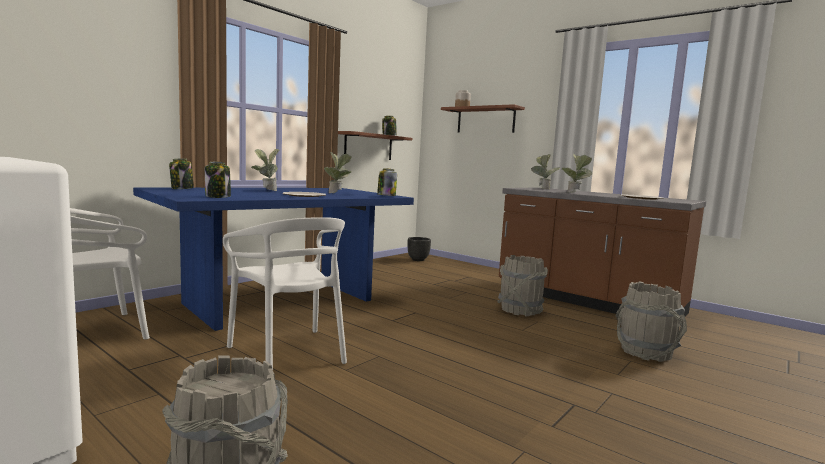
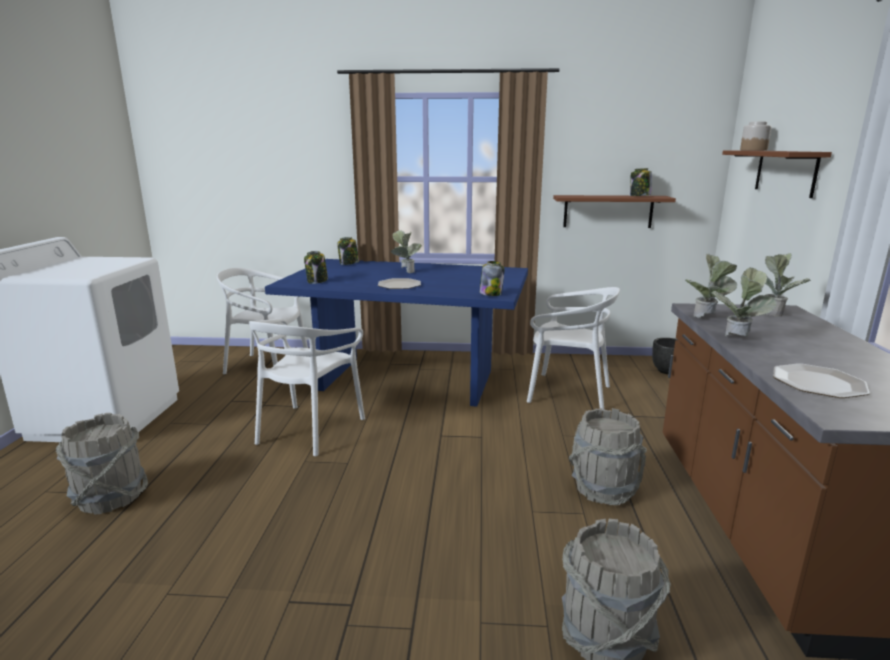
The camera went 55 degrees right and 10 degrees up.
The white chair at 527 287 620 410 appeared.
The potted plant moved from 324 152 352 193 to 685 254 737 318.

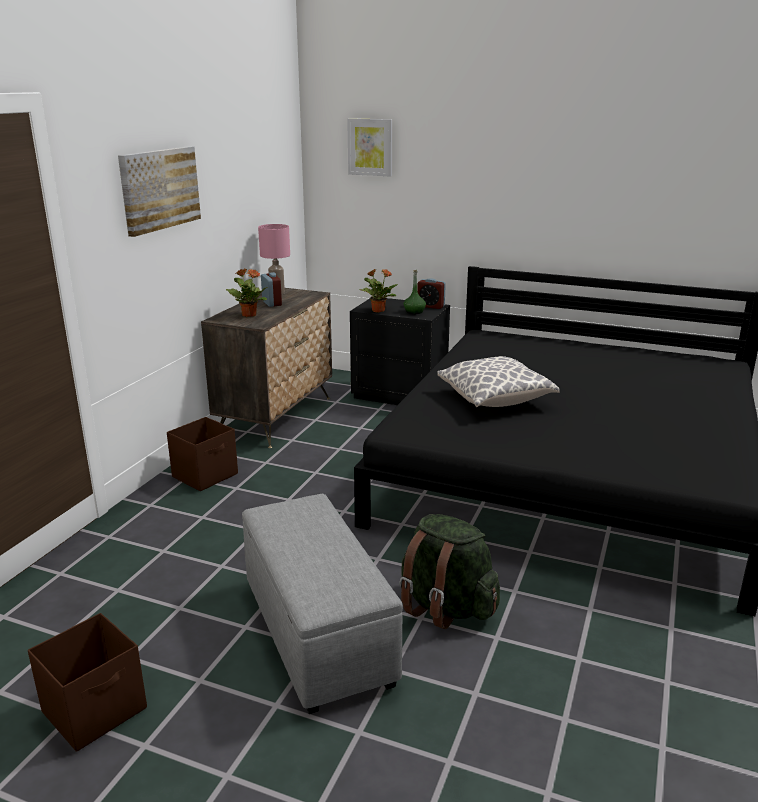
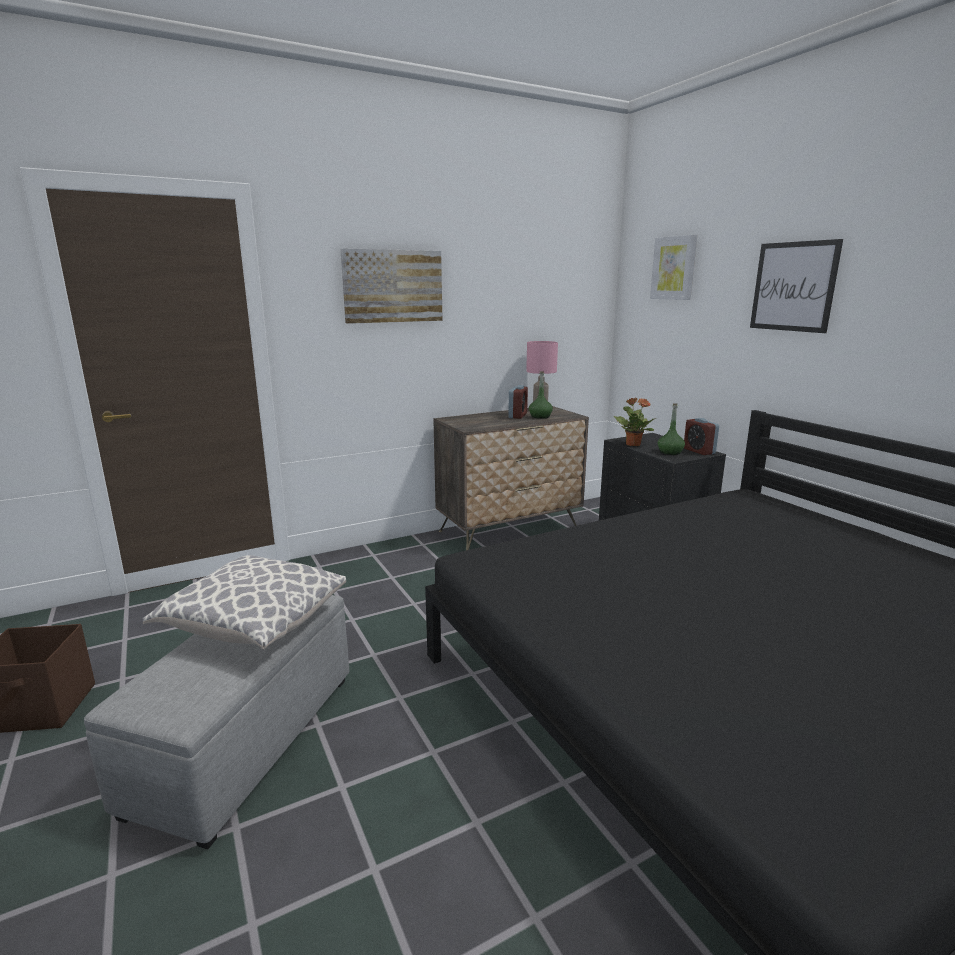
The camera went 40 degrees right and 5 degrees down.
The pillow moved from 437 356 560 407 to 143 555 346 649.
The green bottle at 529 371 553 419 appeared.
The picture at 750 239 843 333 appeared.
The brown storage box at 167 417 238 491 disappeared.
The potted plant at 226 268 267 317 disappeared.
The green backpack at 399 514 500 629 disappeared.

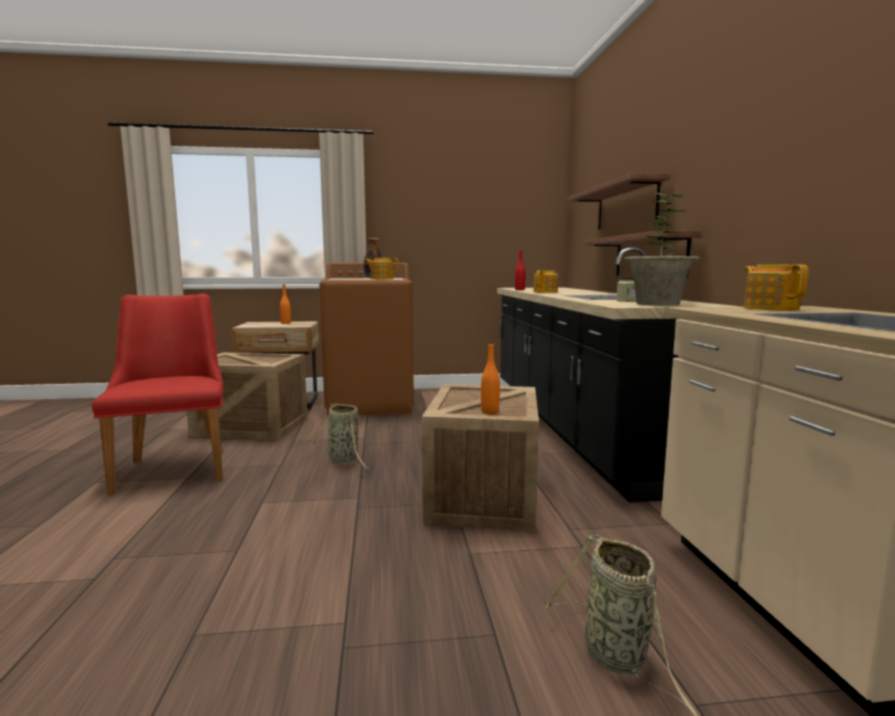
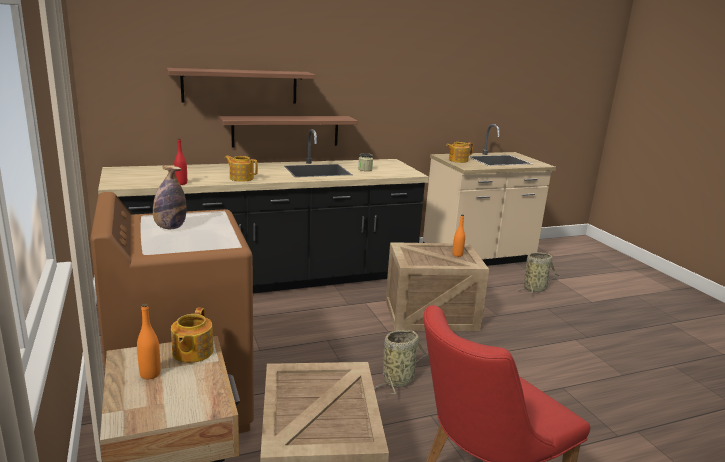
The camera went 105 degrees left and 10 degrees up.
The teapot moved from 364 258 398 279 to 171 307 214 363.
The potted plant at 624 193 700 306 disappeared.

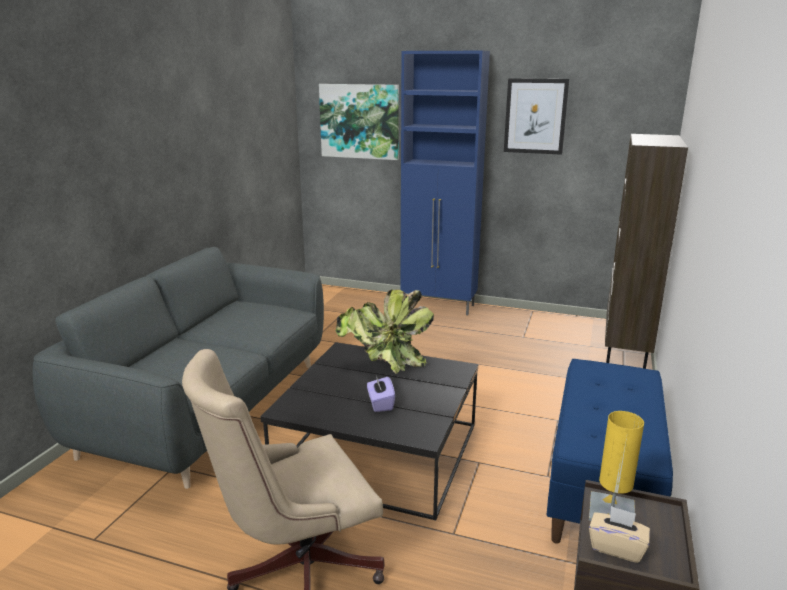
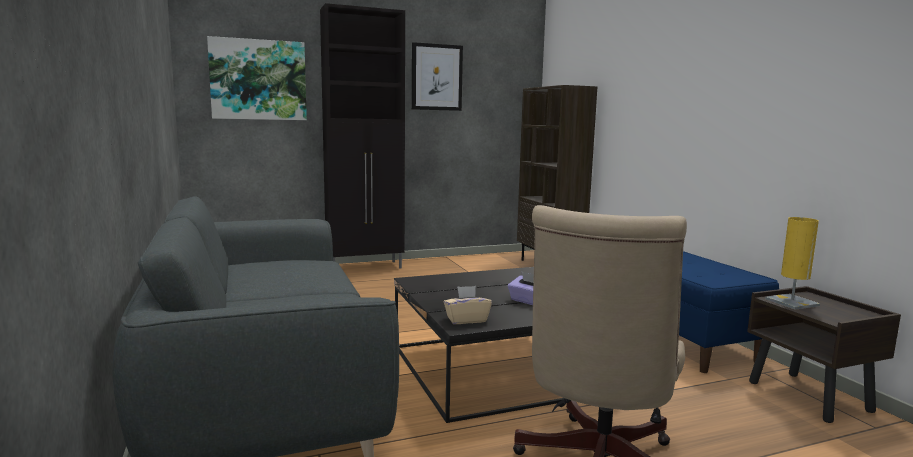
The camera went 40 degrees left and 10 degrees down.
The blue cabinet at 400 51 490 315 became the black cabinet at 320 3 405 269.
The beige tissue box moved from 589 506 650 563 to 444 286 492 324.
The potted plant at 336 289 434 374 disappeared.

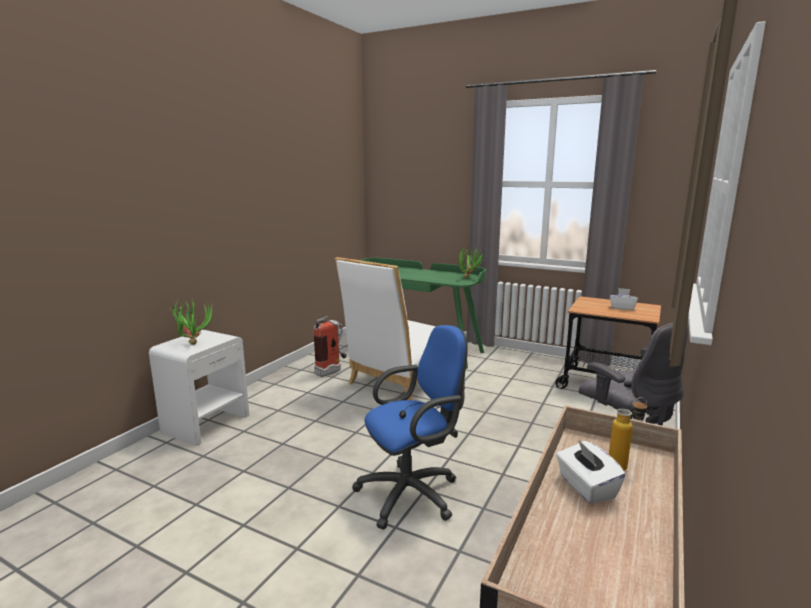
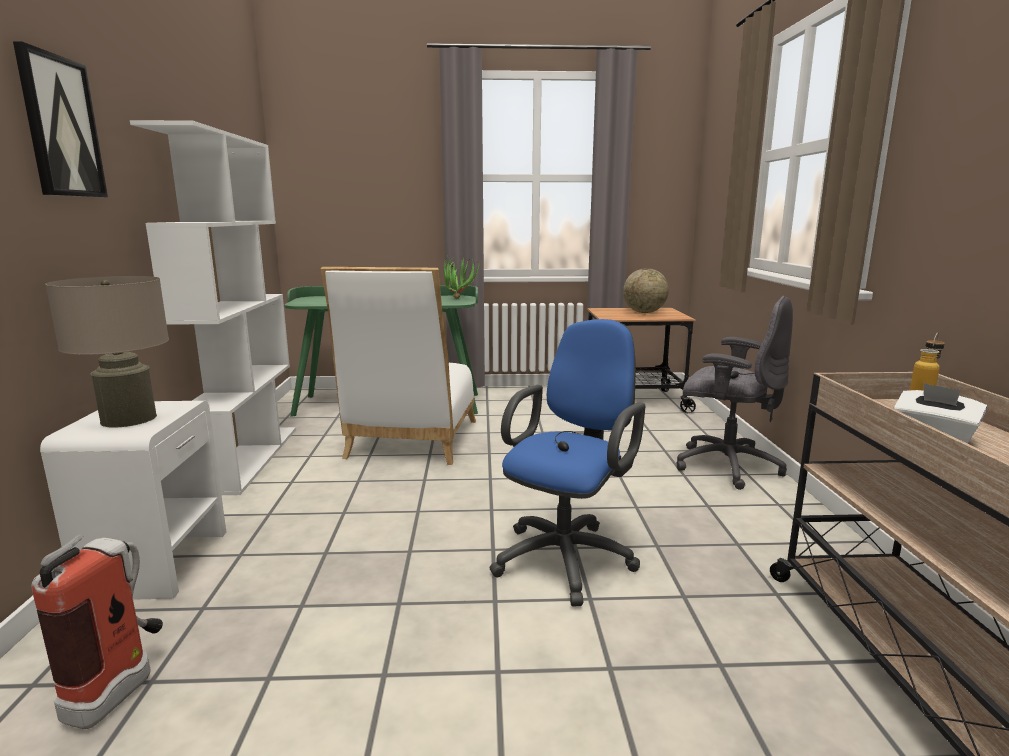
The camera went 30 degrees left and 0 degrees up.
The picture at 13 41 108 197 appeared.
The fire extinguisher moved from 314 316 347 377 to 32 534 163 729.
The potted plant at 171 301 214 345 was replaced by the beige table lamp at 45 276 169 428.
The white bookcase at 130 120 296 495 appeared.
The white tissue box at 610 288 638 310 was replaced by the globe at 623 268 669 313.

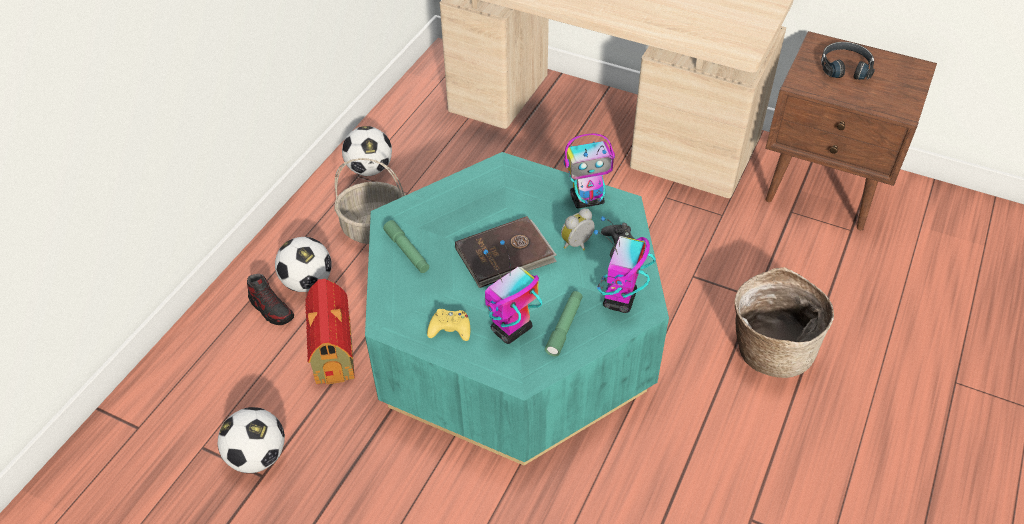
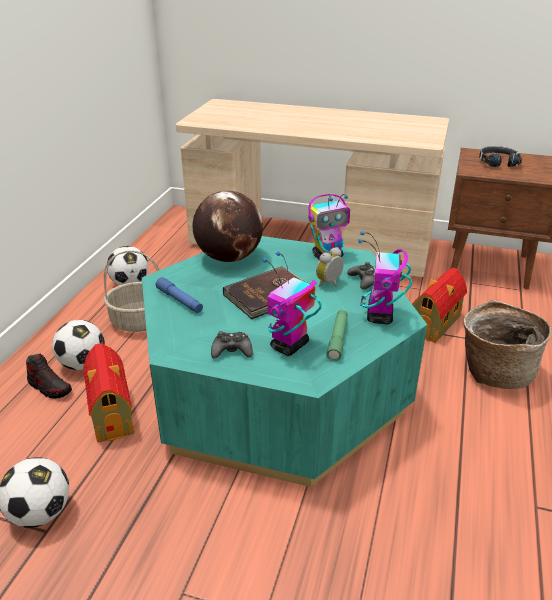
The camera went 10 degrees left and 15 degrees down.
The green flashlight at 383 220 429 273 became the blue flashlight at 156 277 203 313.
The globe at 193 191 263 262 appeared.
The yellow game controller at 427 309 470 341 became the black game controller at 211 331 253 359.
The toy house at 412 268 467 343 appeared.

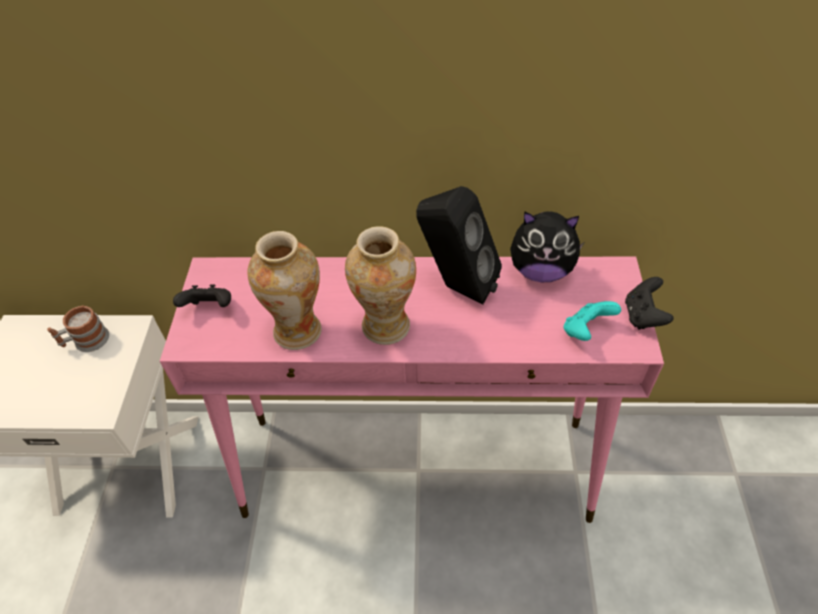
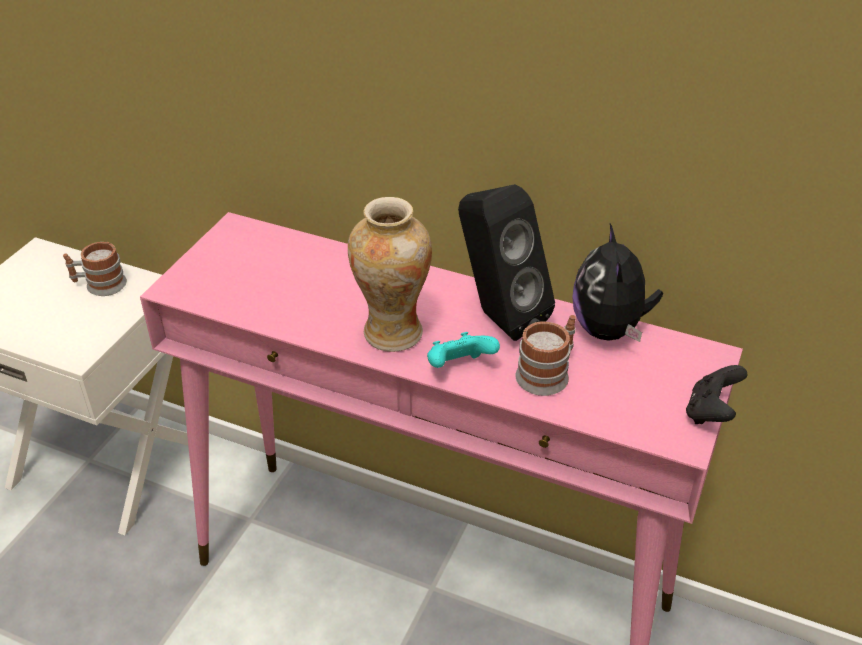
The camera went 20 degrees right and 10 degrees down.
The turquoise game controller moved from 564 301 621 341 to 427 332 500 368.
The mug at 516 315 576 396 appeared.
The plush toy at 510 211 584 282 turned 60 degrees clockwise.
The black game controller at 173 285 231 307 disappeared.
The vase at 247 231 322 350 disappeared.

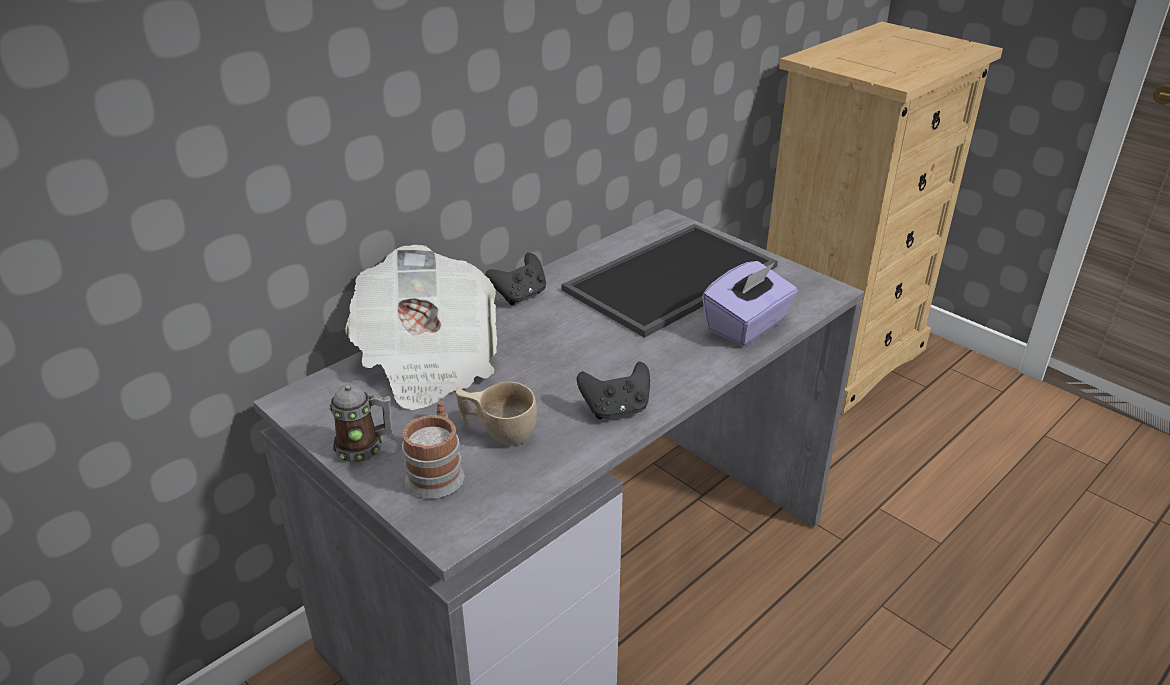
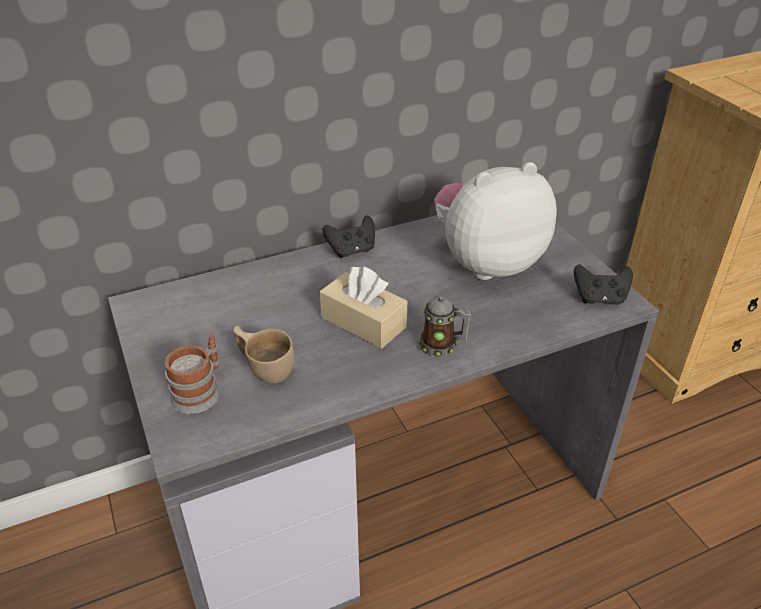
The camera went 20 degrees right and 5 degrees up.
The beige tissue box at 320 266 407 349 appeared.
The mug moved from 329 385 393 463 to 418 296 472 357.
The tray at 562 224 778 338 was replaced by the plush toy at 434 162 557 280.
The black game controller moved from 577 362 650 419 to 574 264 633 305.
The newspaper at 345 245 497 410 disappeared.
The purple tissue box at 702 261 798 346 disappeared.

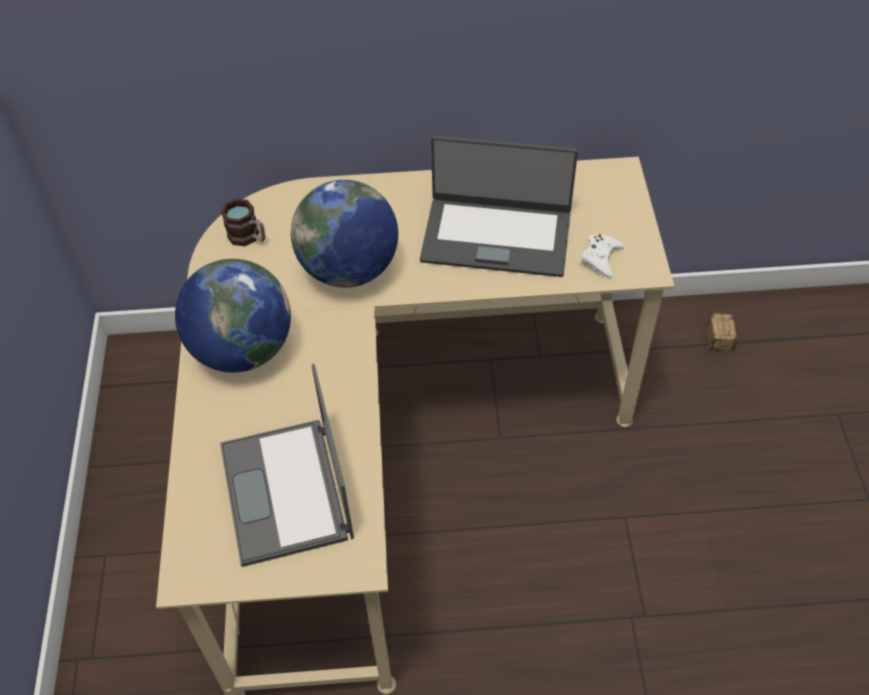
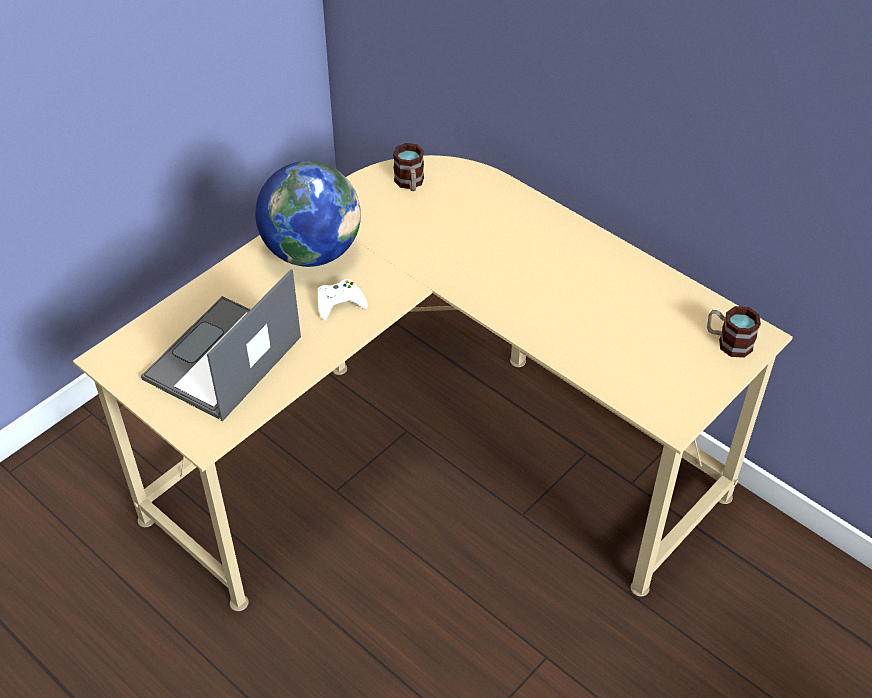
The camera went 45 degrees right and 5 degrees down.
The white game controller moved from 581 234 624 278 to 317 279 368 321.
The mug at 707 306 761 358 appeared.
The globe at 291 180 398 288 disappeared.
The laptop at 420 135 578 277 disappeared.
The storage box at 707 313 752 352 disappeared.

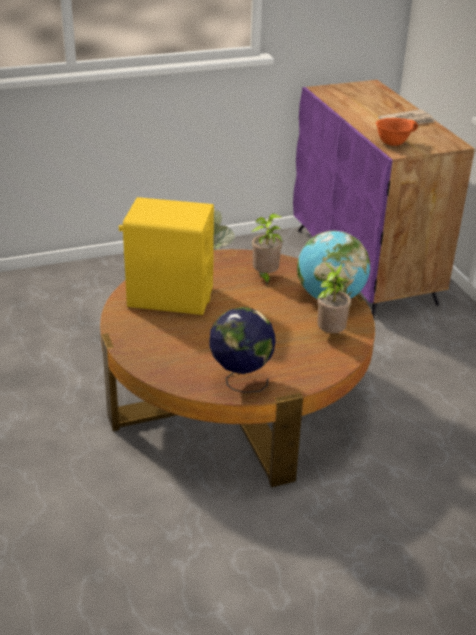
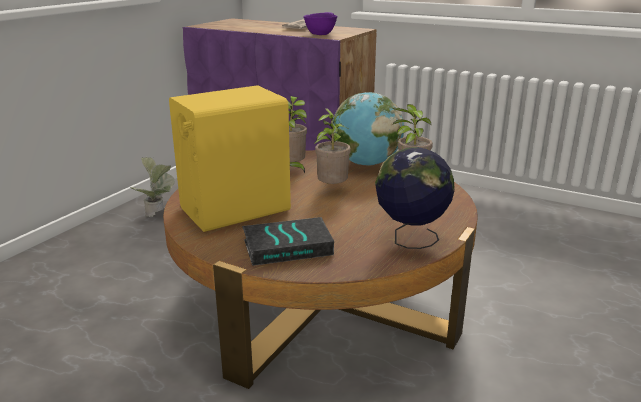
The camera went 40 degrees left and 10 degrees down.
The book at 242 217 334 266 appeared.
The orange bowl at 376 118 418 146 became the purple bowl at 303 12 337 35.
The potted plant at 314 108 351 184 appeared.

